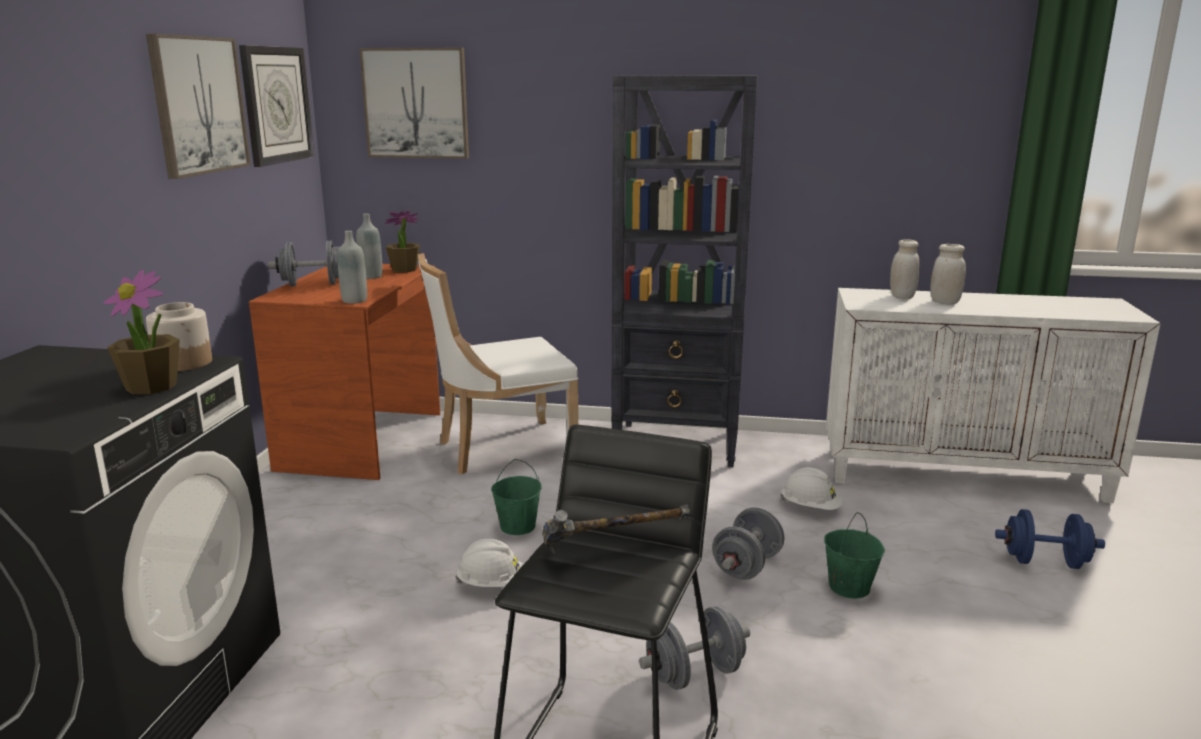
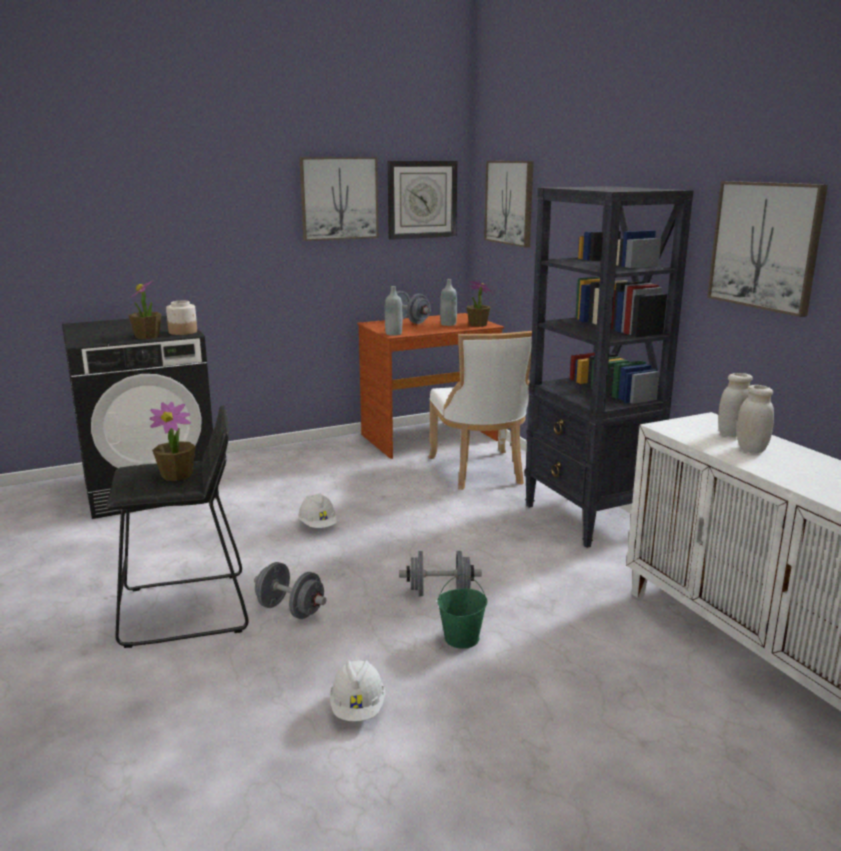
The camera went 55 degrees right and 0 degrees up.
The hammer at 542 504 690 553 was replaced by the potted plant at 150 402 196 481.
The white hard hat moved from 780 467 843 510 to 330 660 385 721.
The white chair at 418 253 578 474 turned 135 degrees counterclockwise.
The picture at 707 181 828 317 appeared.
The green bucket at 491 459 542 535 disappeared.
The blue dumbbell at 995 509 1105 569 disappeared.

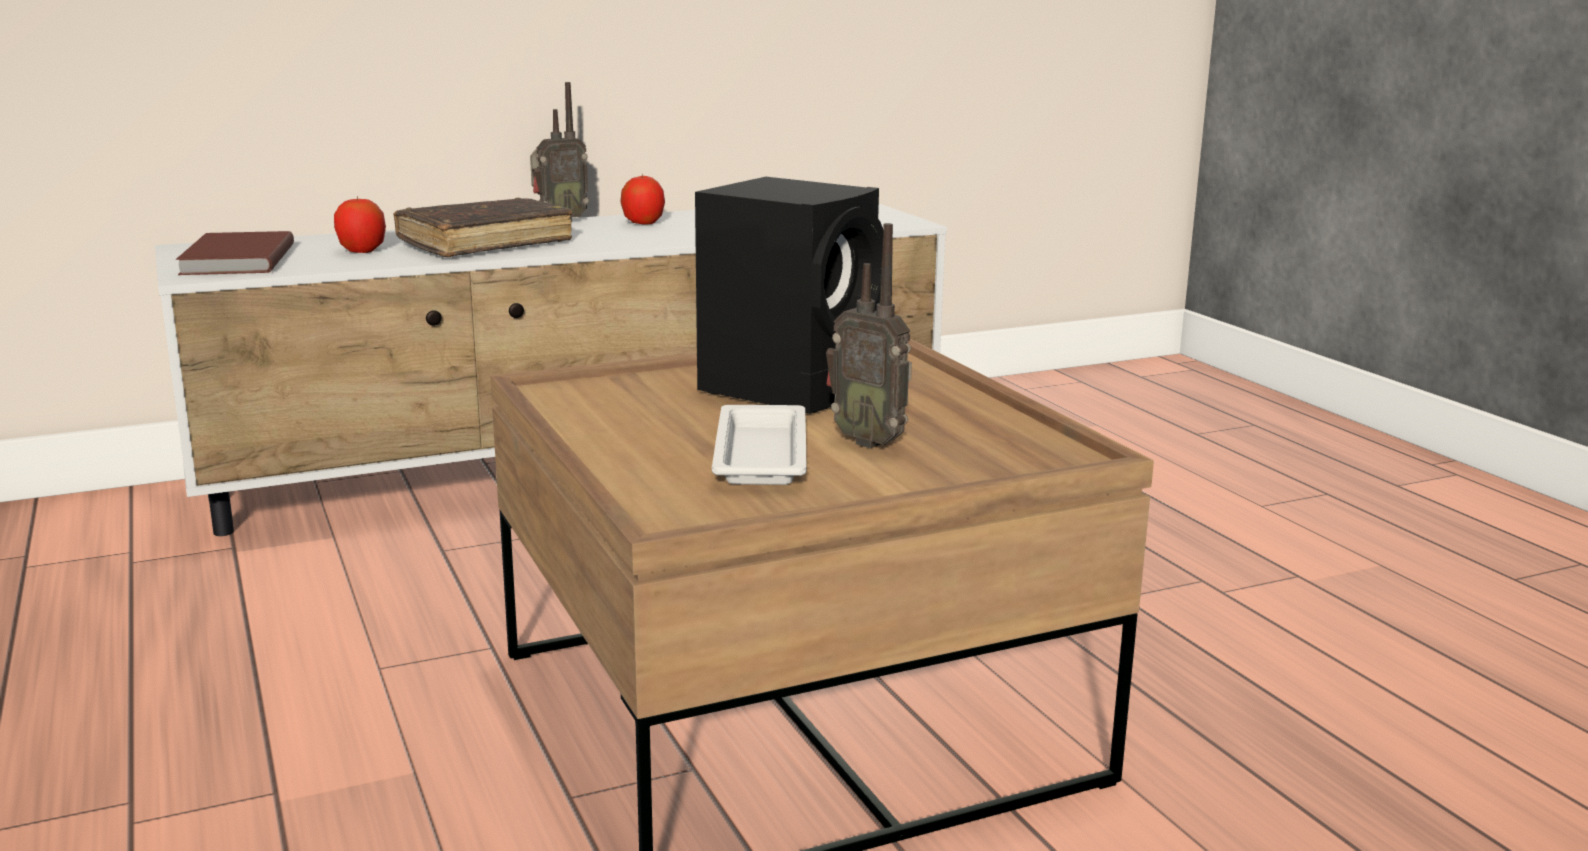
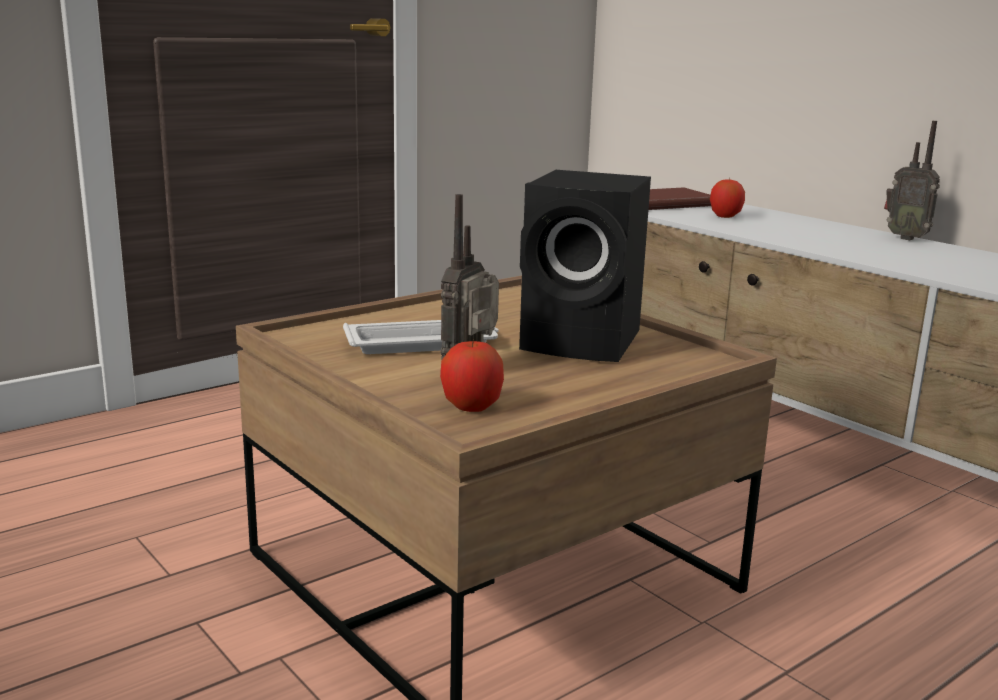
The camera went 75 degrees right and 0 degrees up.
The apple moved from 620 173 665 224 to 440 339 504 412.
The brown book at 393 198 572 257 disappeared.

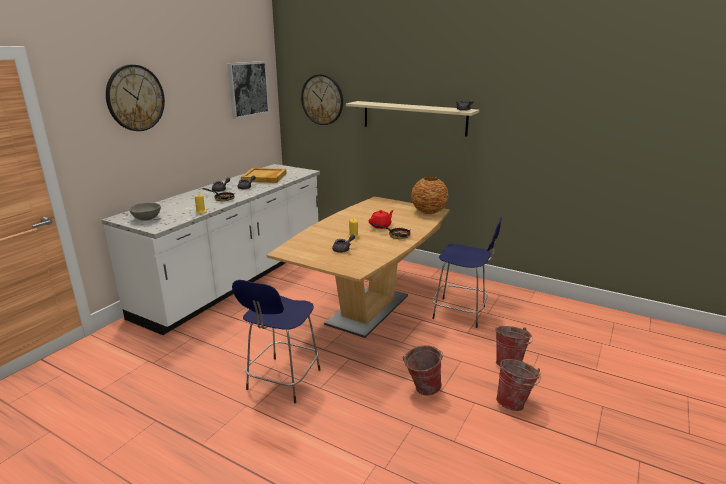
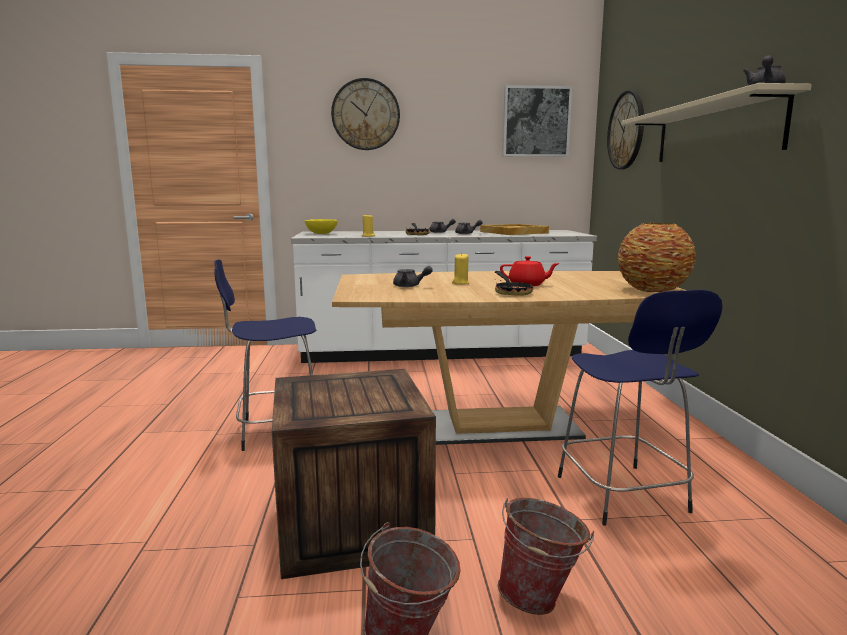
The camera went 55 degrees right and 10 degrees down.
The bucket at 403 345 443 395 was replaced by the crate at 272 369 436 579.
The grey bowl at 129 203 161 221 became the yellow bowl at 305 219 338 234.

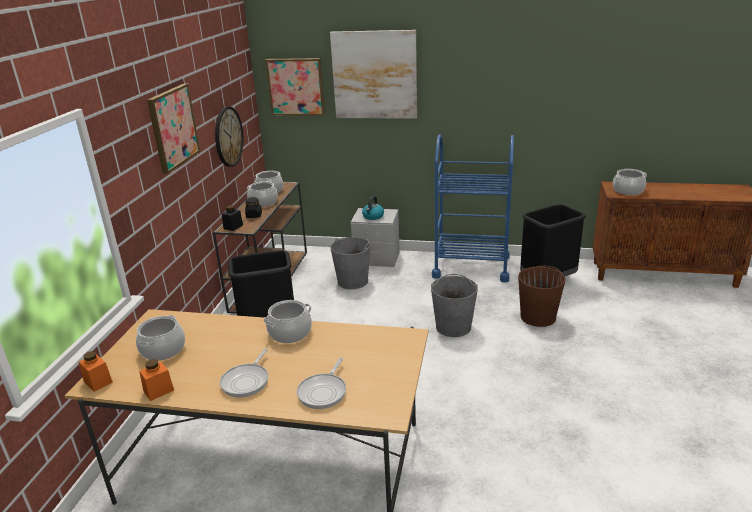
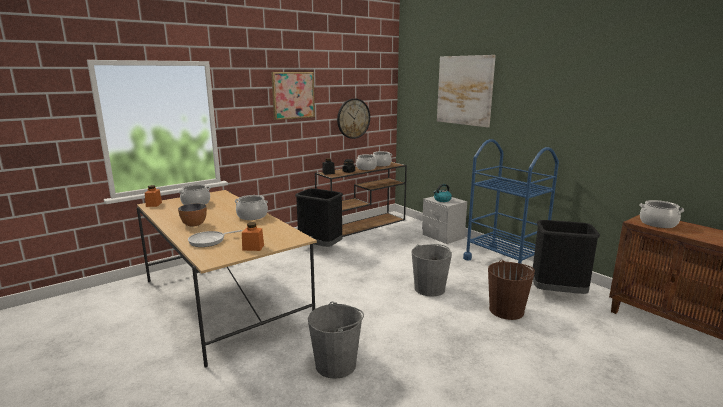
The camera went 40 degrees right and 10 degrees down.
The frying pan at 220 348 268 398 was replaced by the bowl at 178 203 207 227.
The orange jar moved from 139 359 174 401 to 242 222 264 251.
The grey bucket moved from 330 236 371 289 to 308 302 364 379.
The picture at 265 58 325 116 disappeared.

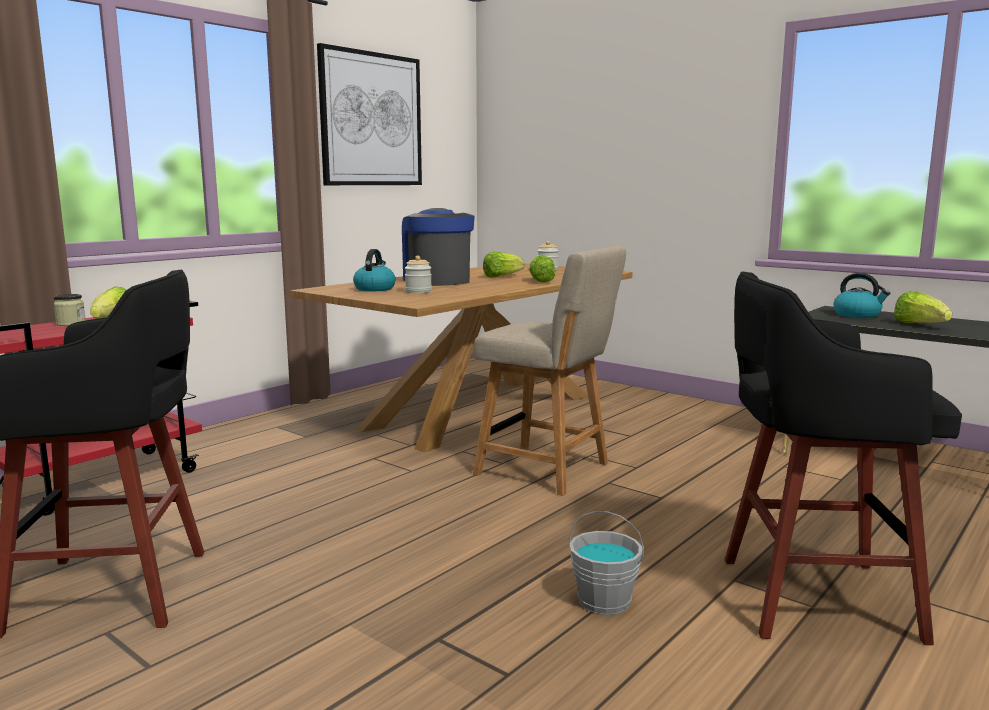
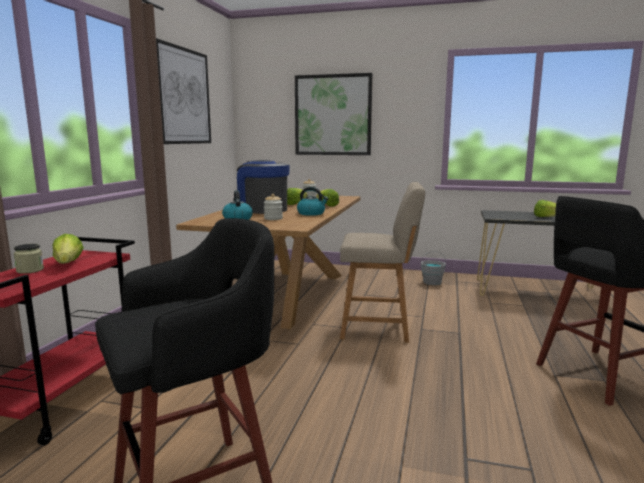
The camera went 25 degrees left and 0 degrees up.
The picture at 295 73 372 155 appeared.
The kettle moved from 834 273 890 318 to 297 187 329 216.
The grey bucket moved from 569 511 644 615 to 421 251 446 285.

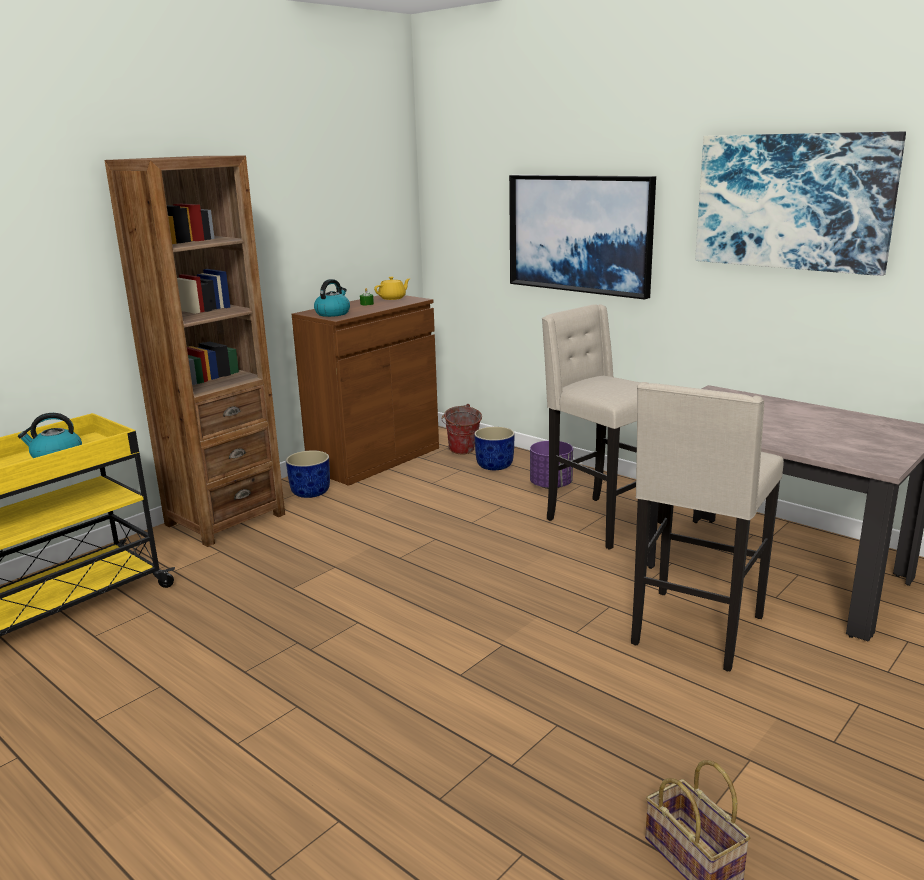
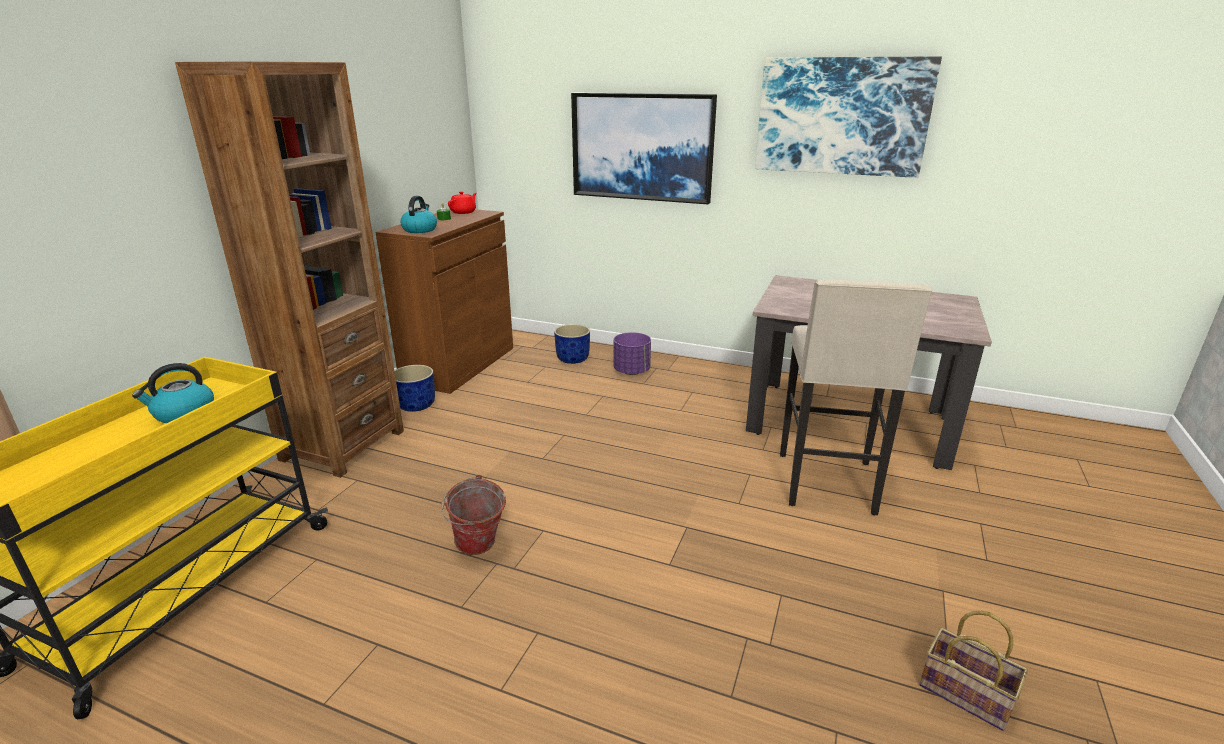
The camera went 20 degrees left and 5 degrees up.
The bucket moved from 442 404 482 455 to 441 475 506 555.
The yellow teapot at 374 277 410 300 became the red teapot at 448 191 477 214.
The beige stool at 542 304 663 550 disappeared.

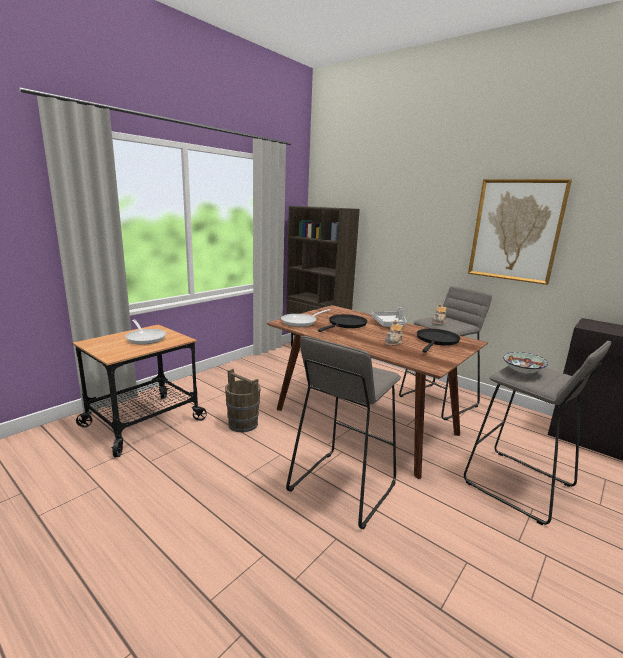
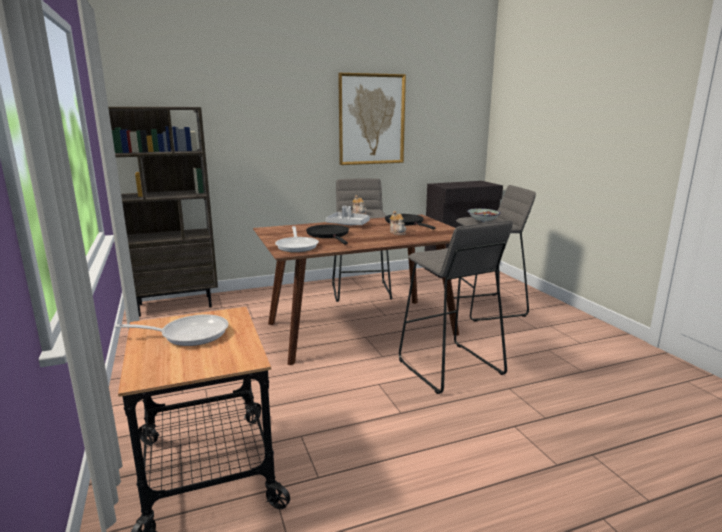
The camera went 60 degrees left and 0 degrees up.
The brown bucket at 225 369 261 432 disappeared.

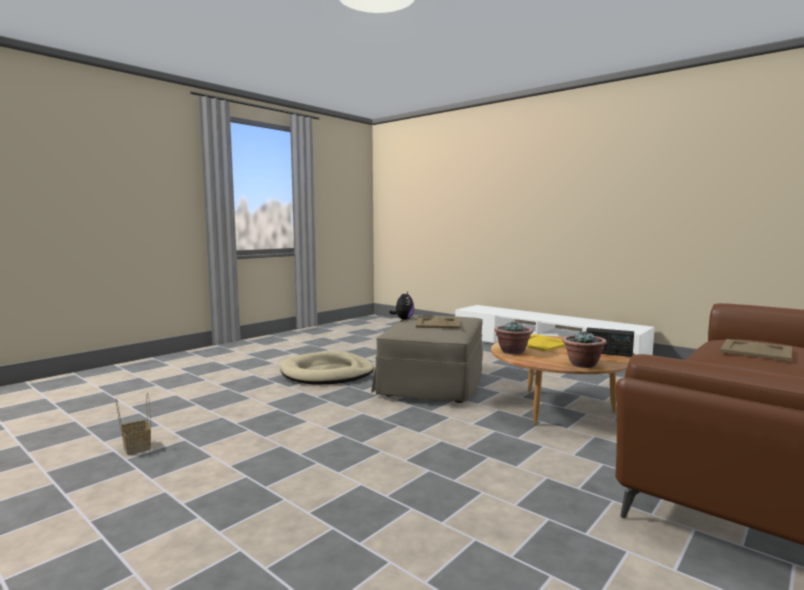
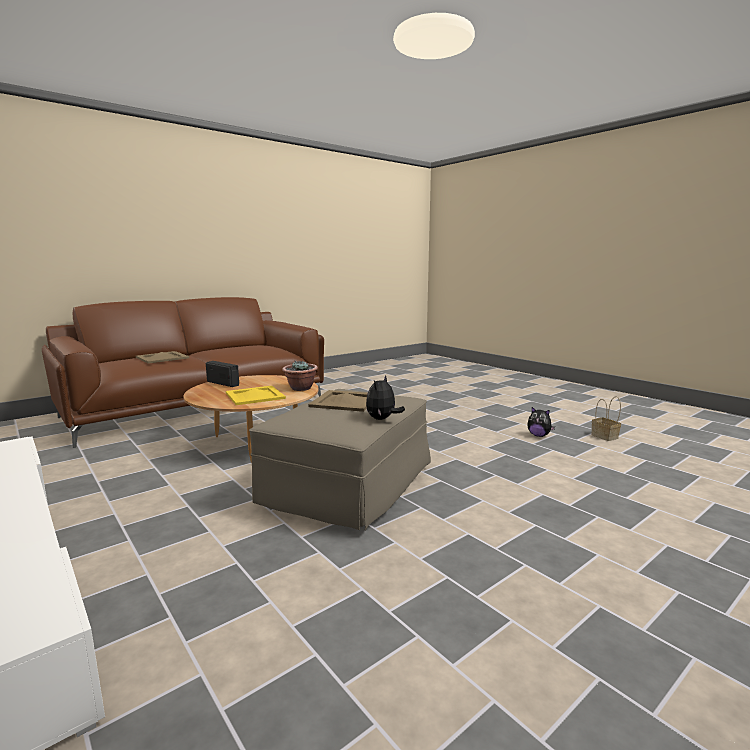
The camera went 170 degrees left and 5 degrees up.
The plush toy at 527 407 555 437 appeared.
The beige dog bed at 280 351 374 385 disappeared.
The potted plant at 562 330 607 368 disappeared.

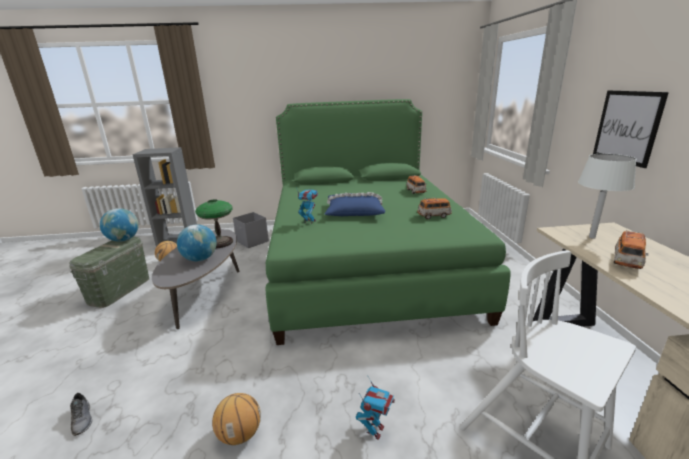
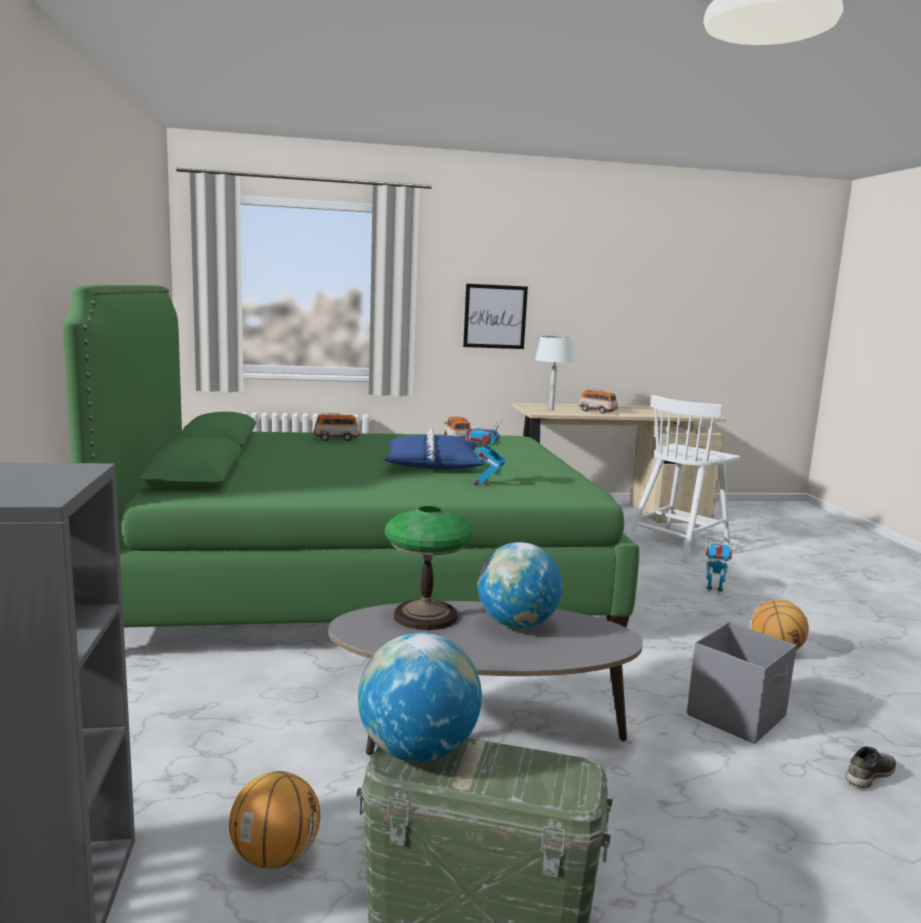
The camera went 95 degrees left and 10 degrees down.
The grey storage box moved from 233 212 269 248 to 687 622 797 744.

